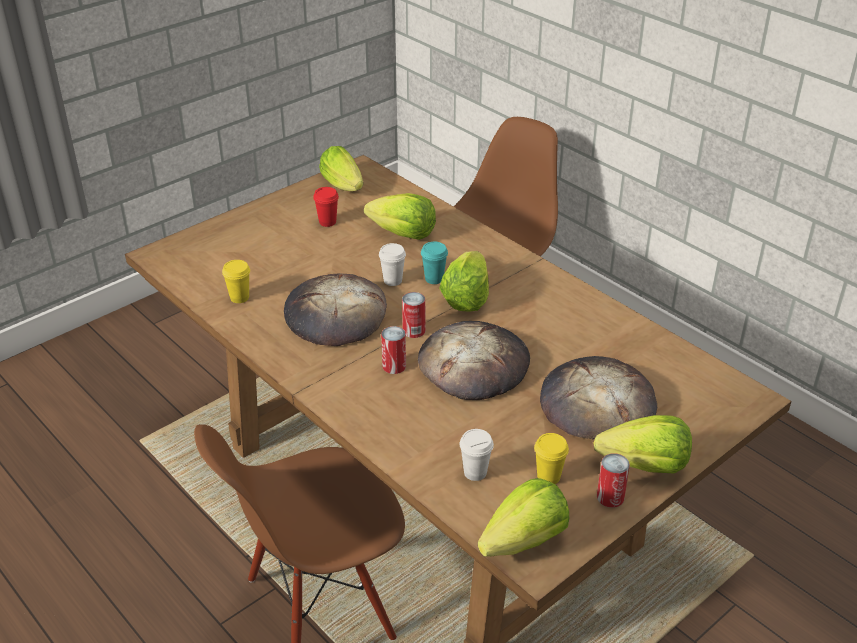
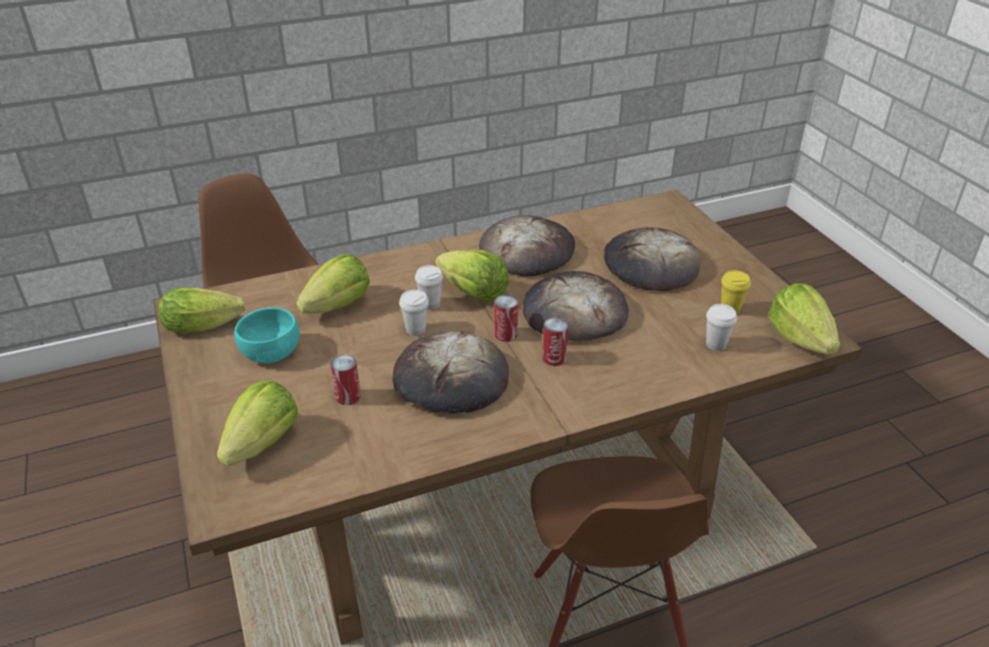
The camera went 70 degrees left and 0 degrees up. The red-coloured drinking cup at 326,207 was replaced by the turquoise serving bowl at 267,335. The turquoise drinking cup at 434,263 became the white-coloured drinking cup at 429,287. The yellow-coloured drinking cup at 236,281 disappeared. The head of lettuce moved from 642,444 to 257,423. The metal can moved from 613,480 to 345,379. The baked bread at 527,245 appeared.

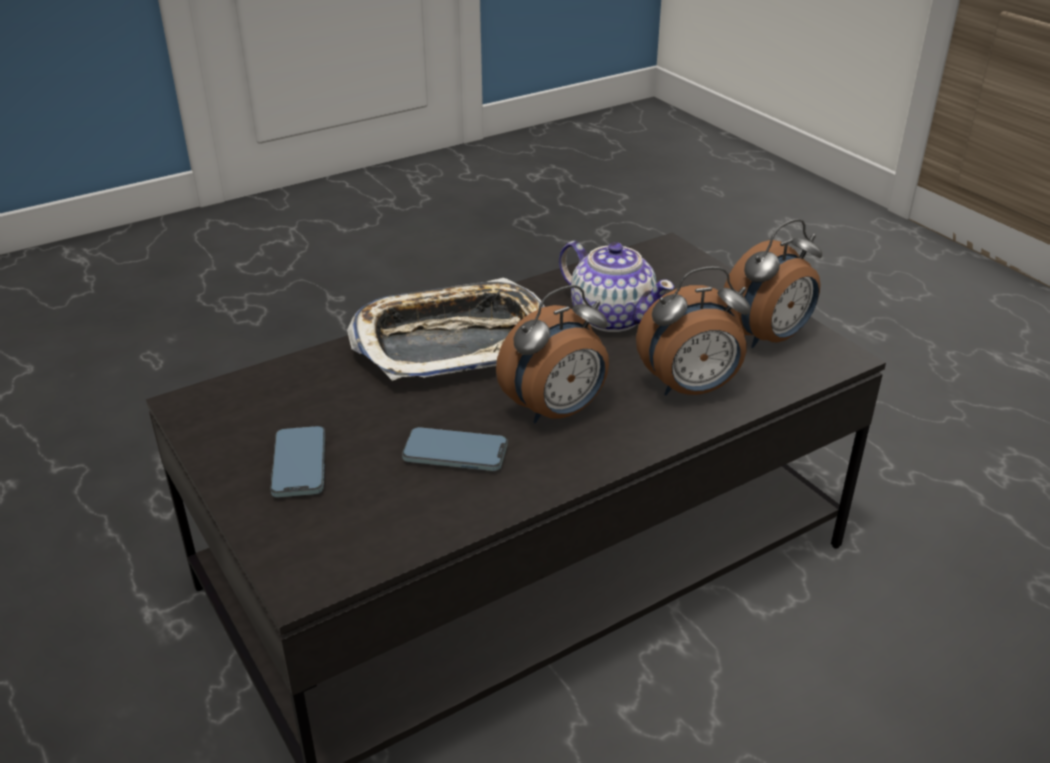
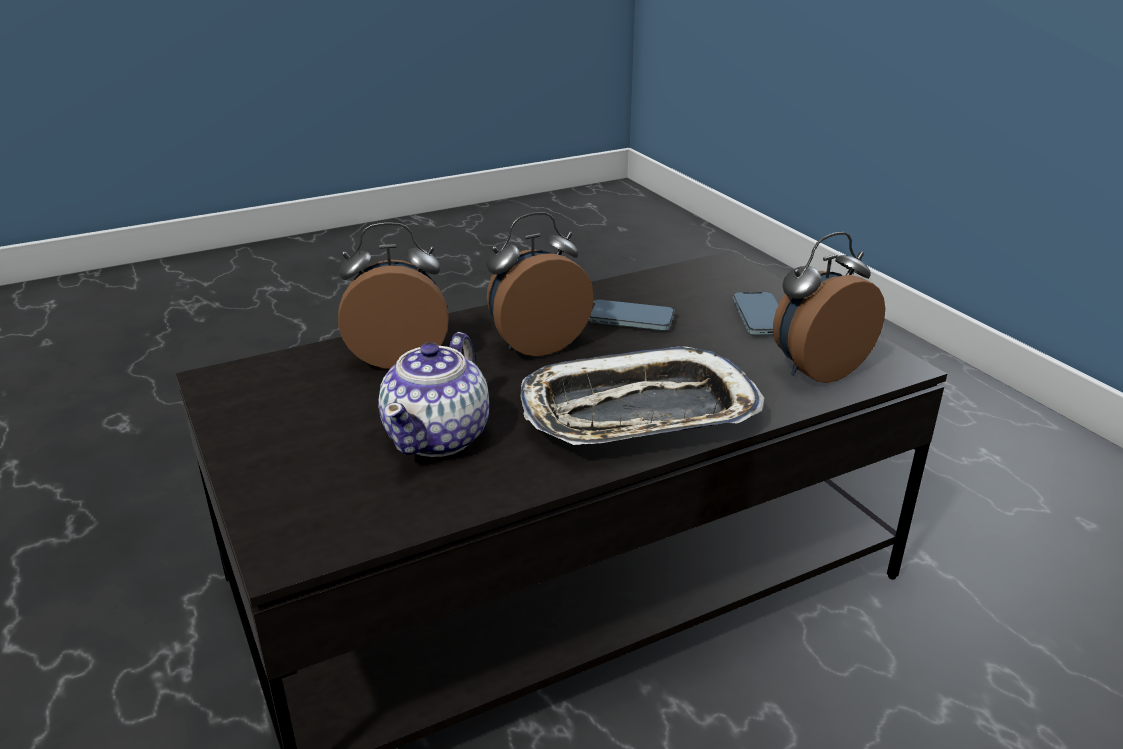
The camera went 175 degrees left and 5 degrees down. The alarm clock moved from 772,283 to 829,307. The pot for tea at 616,286 turned 120 degrees counterclockwise.

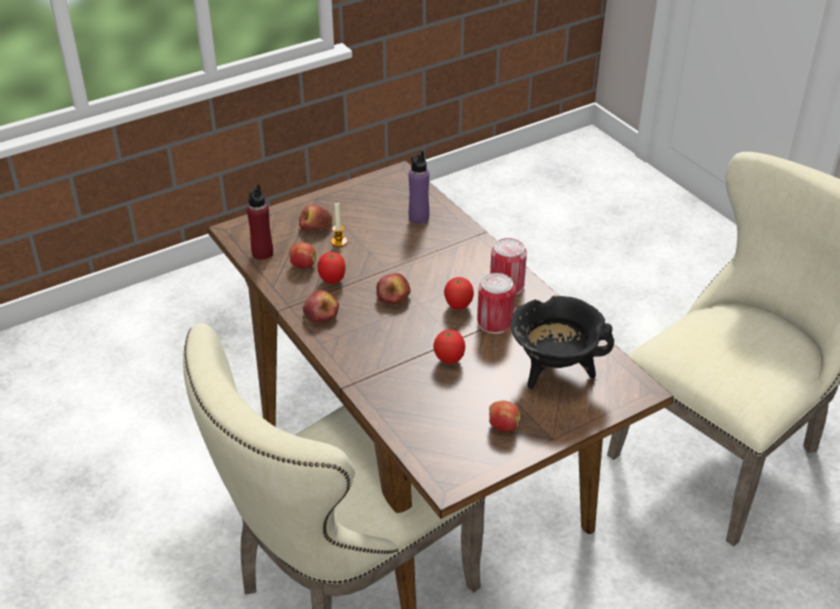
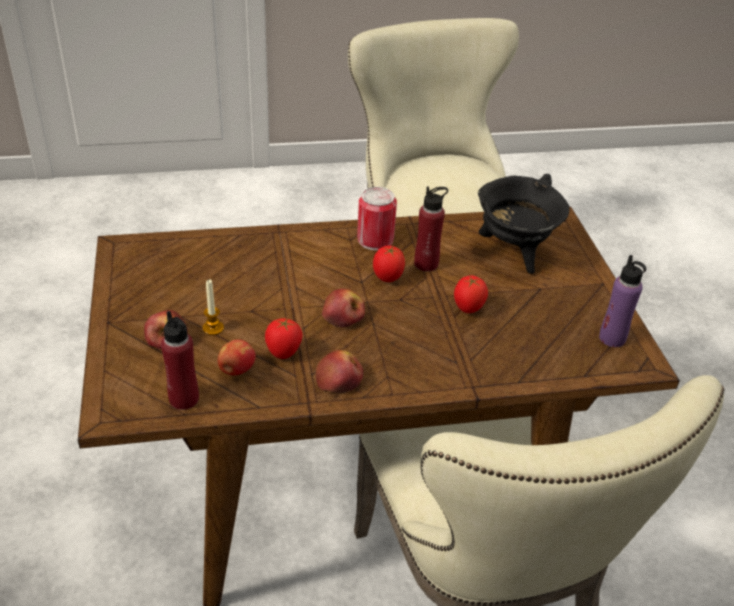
The camera went 70 degrees left and 0 degrees up. The purple beverage bottle moved from 419,187 to 622,301. The metal can at 496,303 was replaced by the red-coloured beverage bottle at 431,229. The whole apple at 504,416 disappeared.

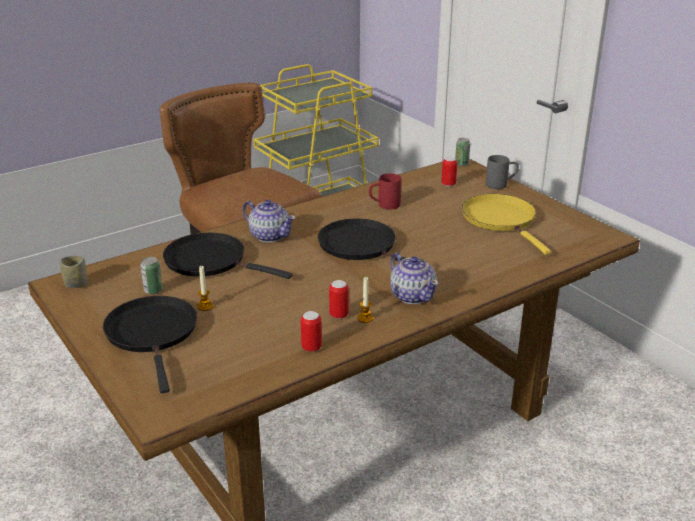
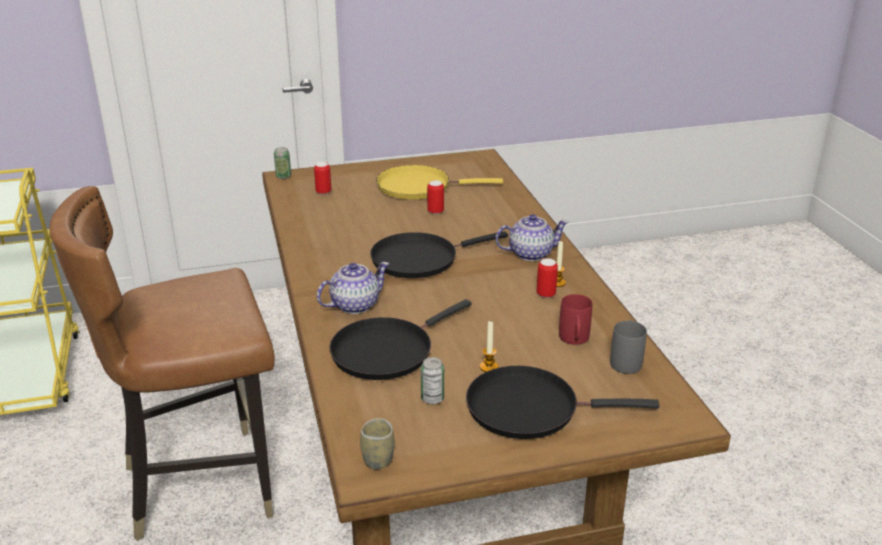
The camera went 70 degrees left and 0 degrees up. The grey tea mug moved from 502,172 to 628,347. The red-coloured tea mug moved from 385,191 to 576,319. The metal can moved from 311,331 to 435,197.

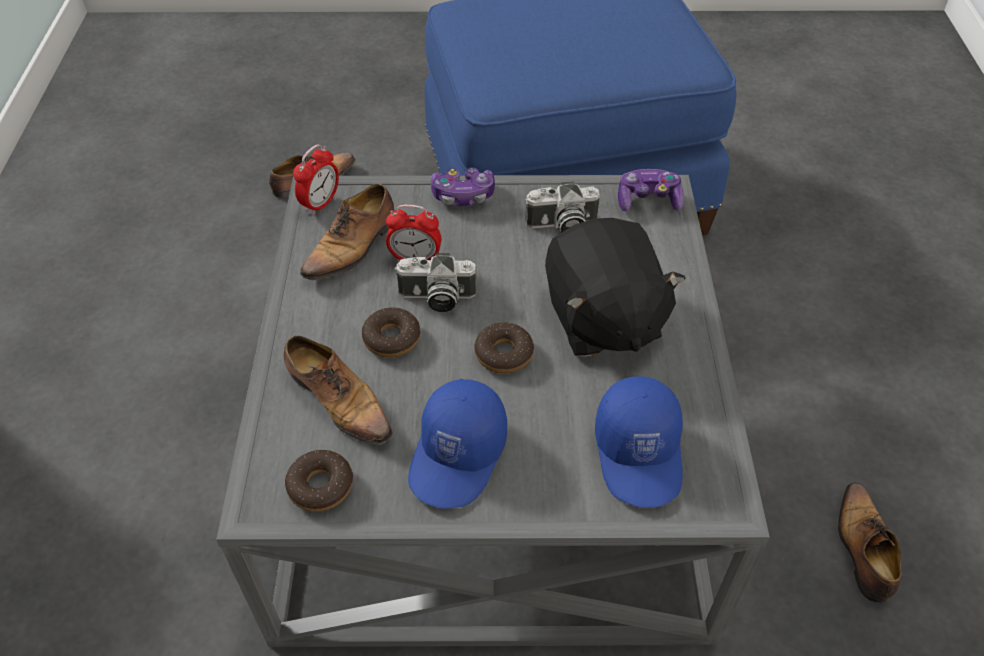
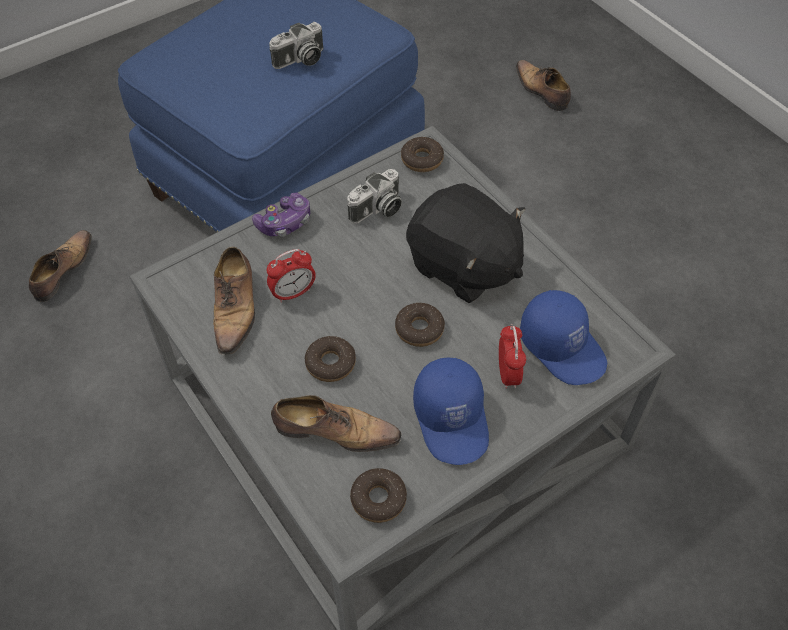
The camera went 35 degrees left and 5 degrees up. The alarm clock moved from 316,179 to 512,356. The game controller at 651,190 was replaced by the doughnut at 422,154. The photo camera moved from 435,282 to 296,45. The shoe moved from 870,543 to 543,85.

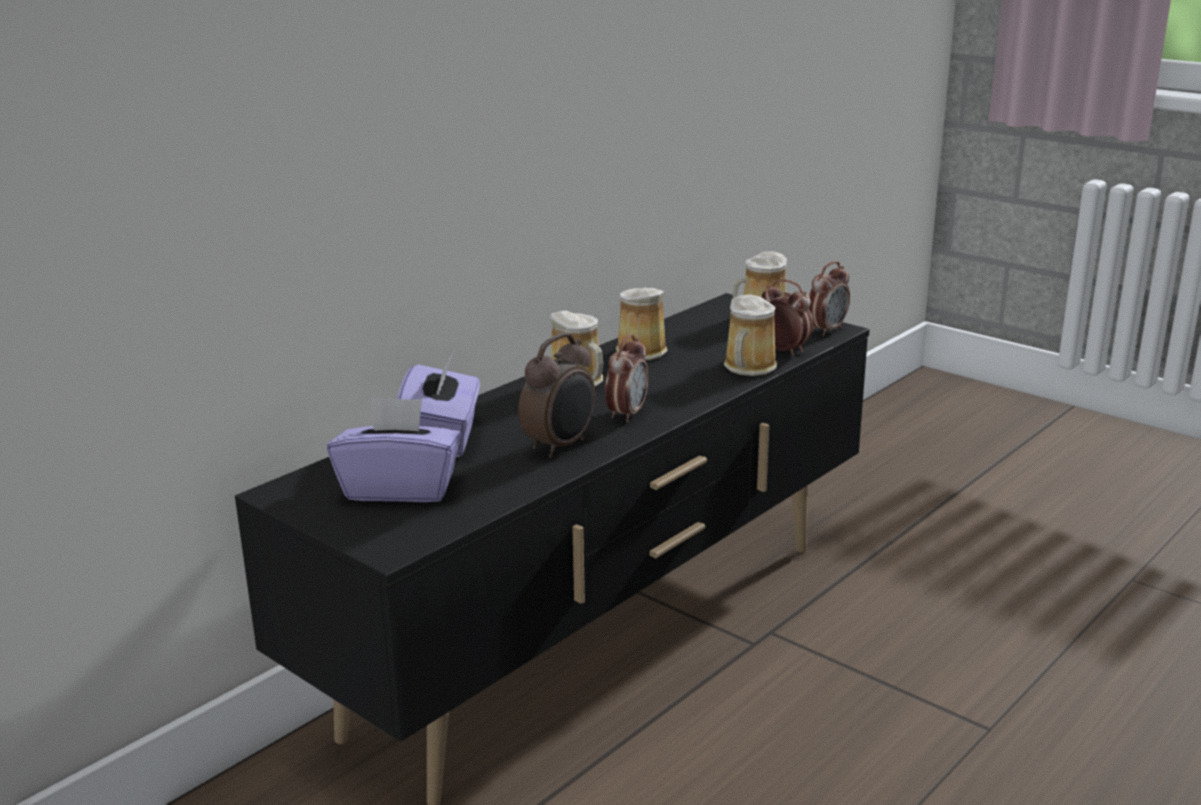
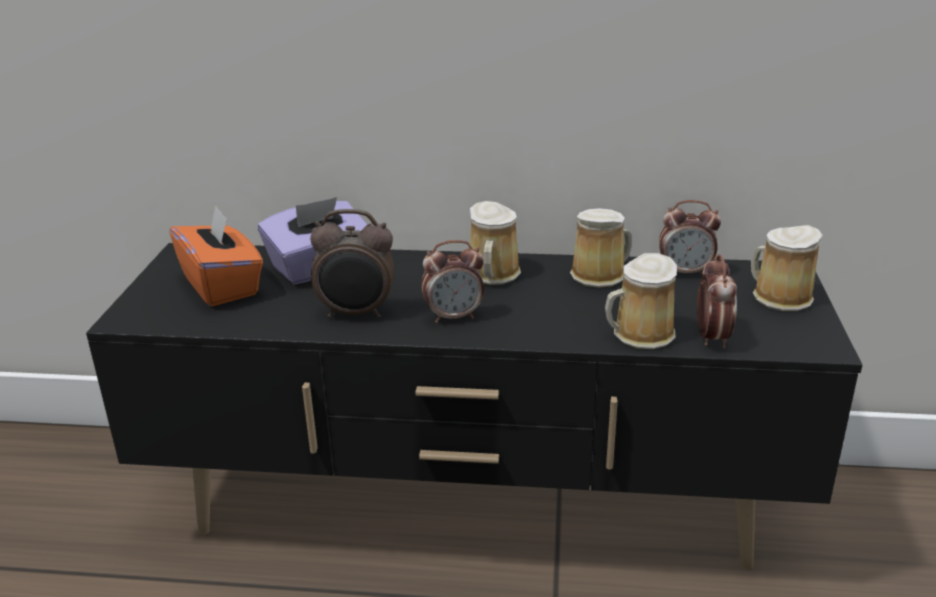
The camera went 55 degrees right and 5 degrees up. The alarm clock moved from 829,298 to 690,238. The purple tissue holder at 394,449 became the orange-coloured tissue holder at 216,255.

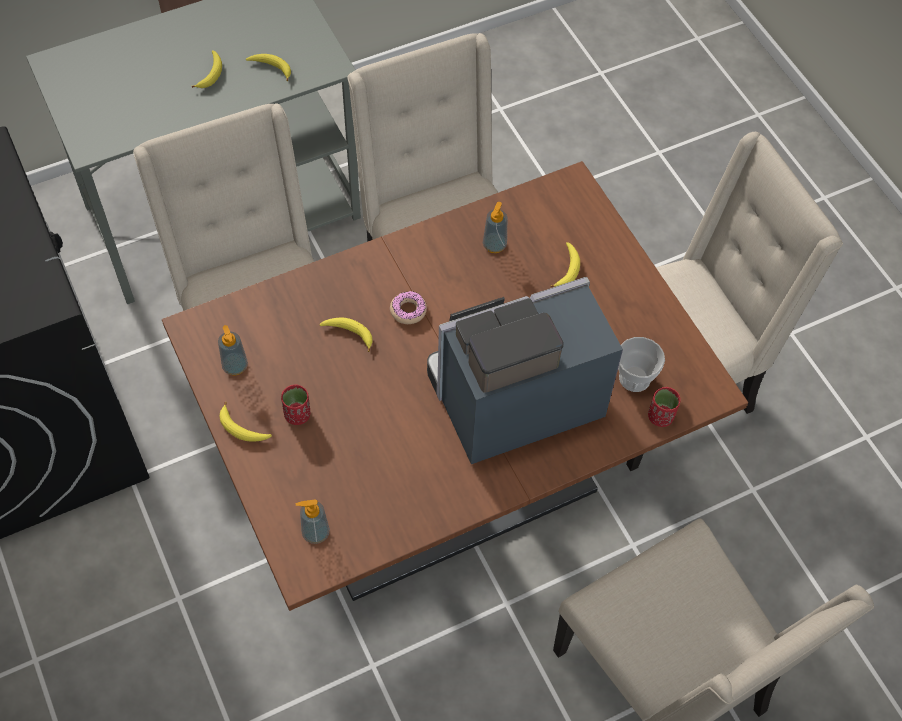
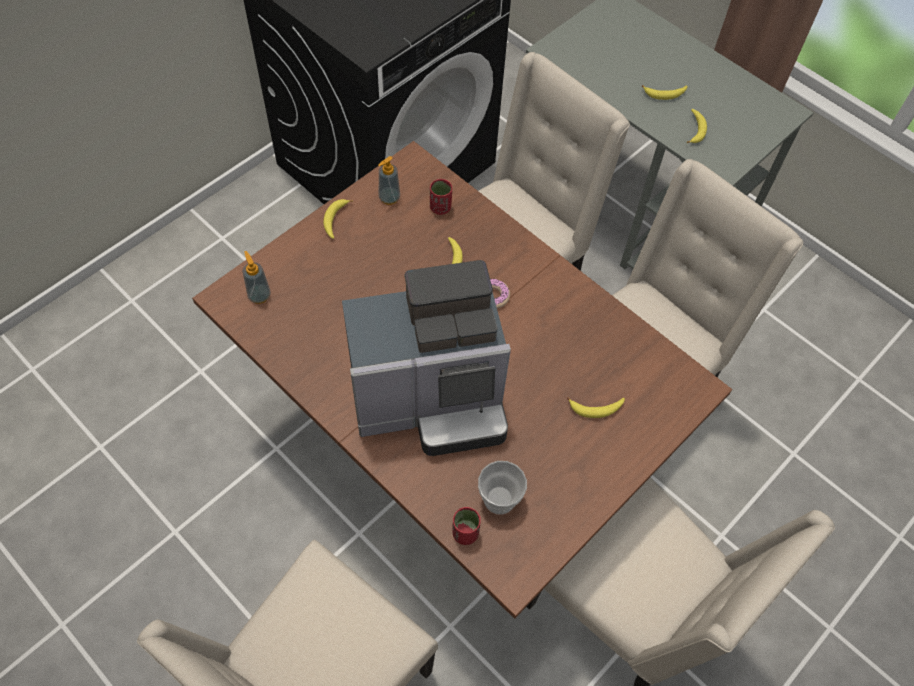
The camera went 70 degrees right and 0 degrees up. The soap dispenser at 495,227 disappeared. The coffee maker at 525,370 turned 120 degrees clockwise. The red-coloured drinking cup moved from 295,404 to 441,197.

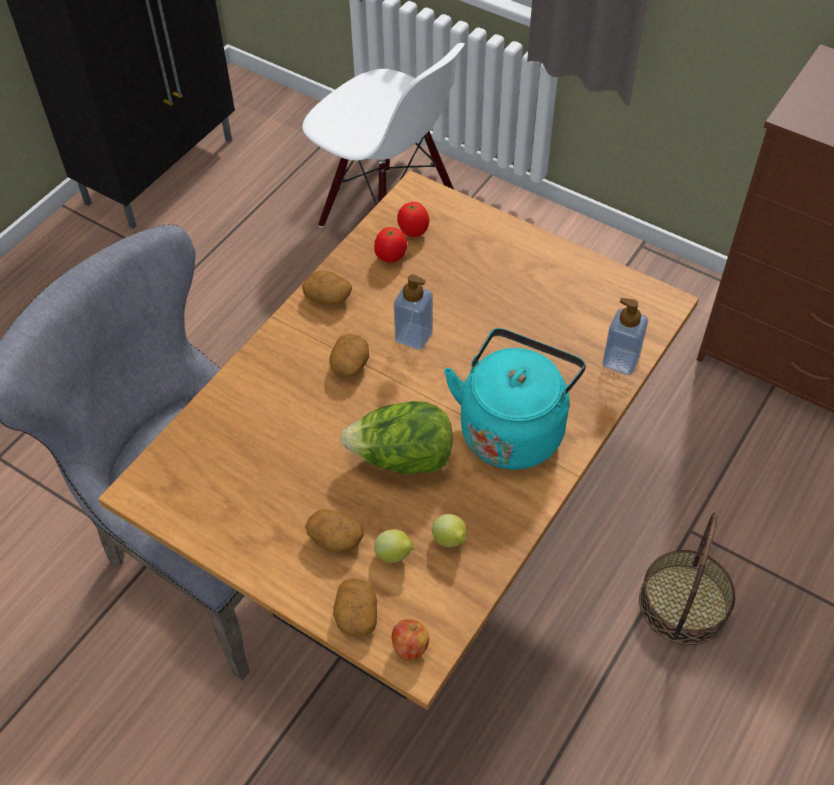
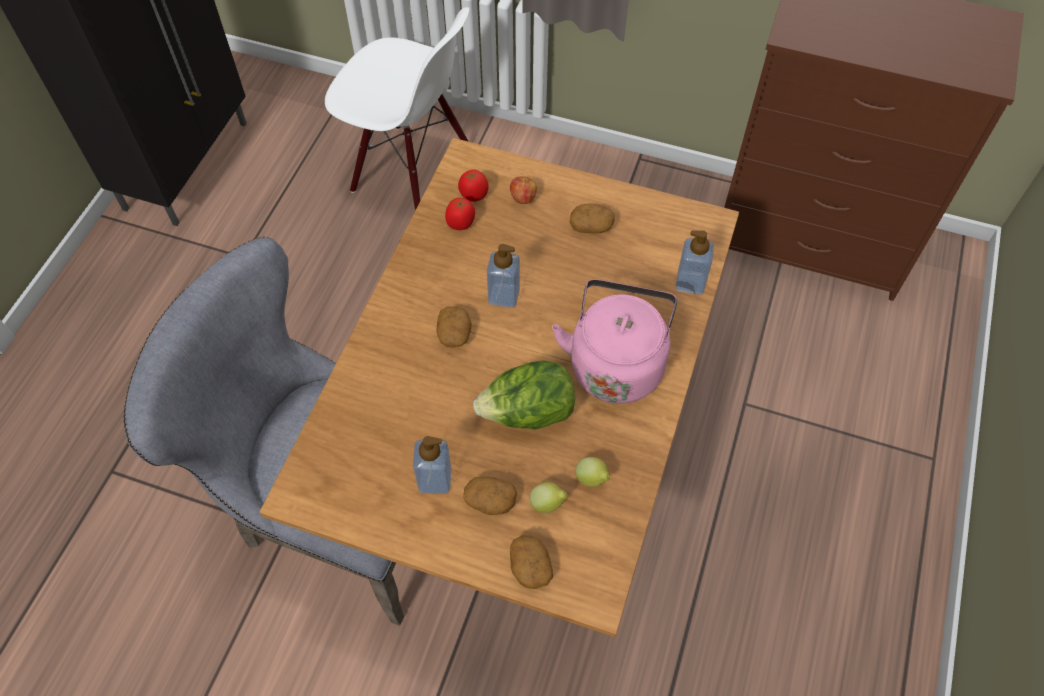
The camera went 15 degrees left and 5 degrees up. The whole potato moved from 327,288 to 592,218. The turquoise tea kettle at 515,399 became the pink tea kettle at 614,341. The storage basket at 687,578 disappeared. The whole apple moved from 410,640 to 523,190. The soap dispenser at 432,465 appeared.

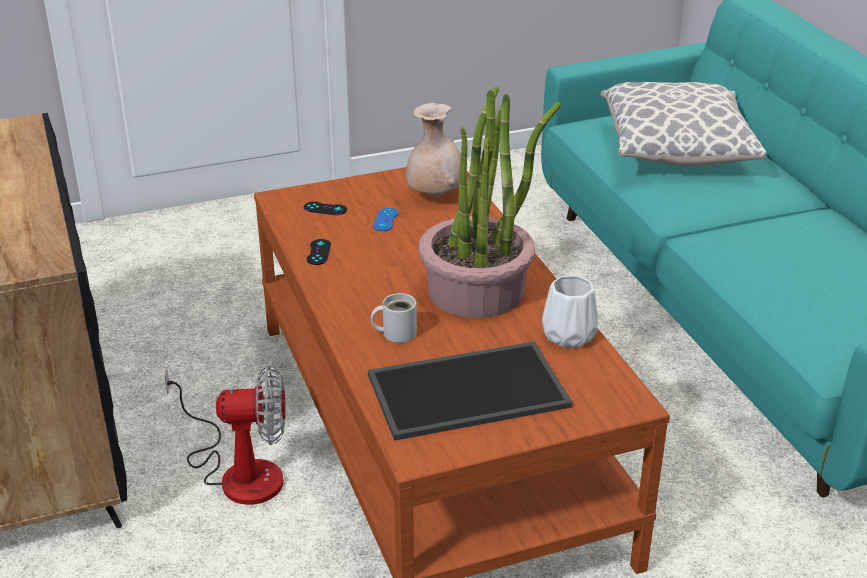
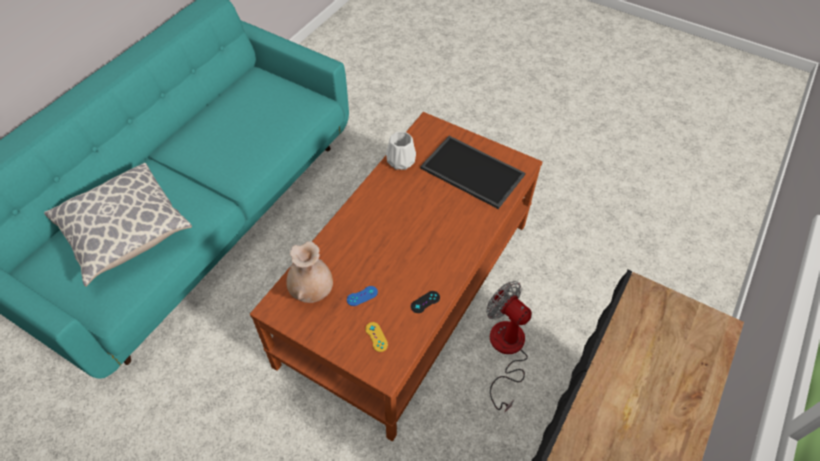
The camera went 130 degrees left and 20 degrees up. The plant in a pot at 489,202 disappeared. The black-coloured game controller at 325,208 became the yellow-coloured game controller at 376,337. The white-coloured tea mug at 394,318 disappeared.

